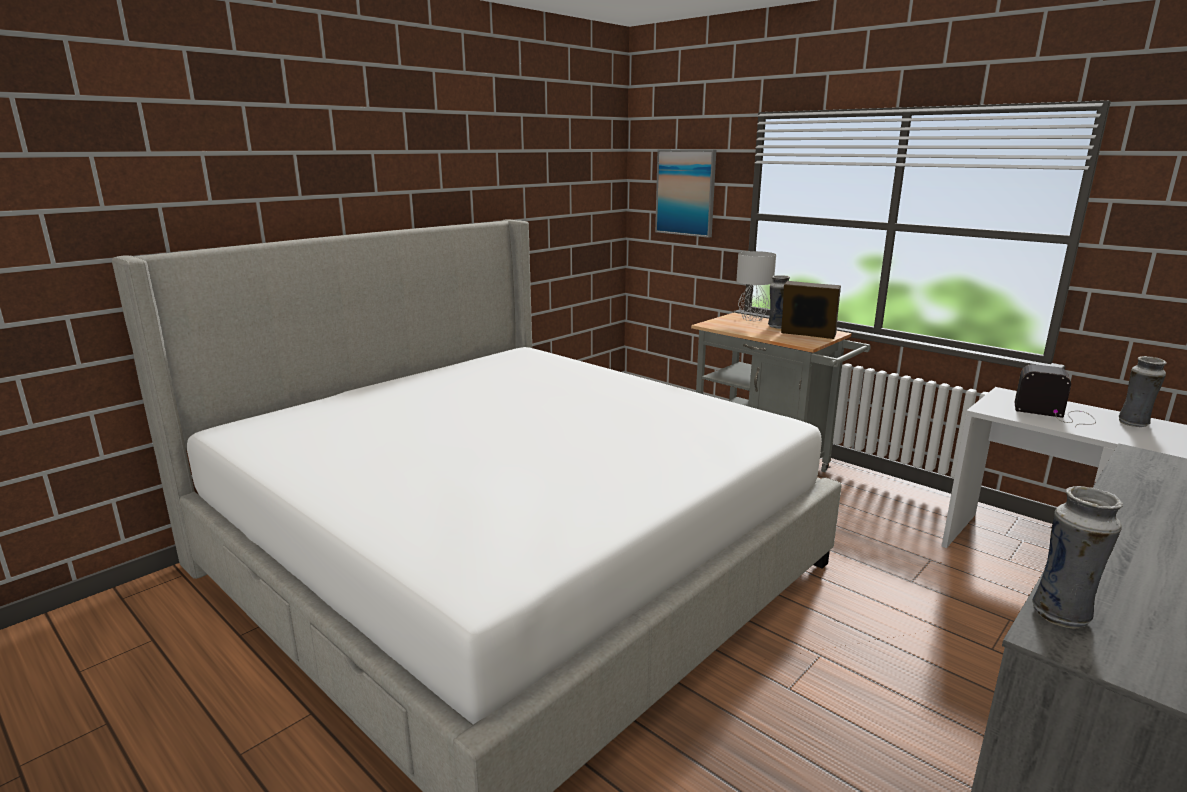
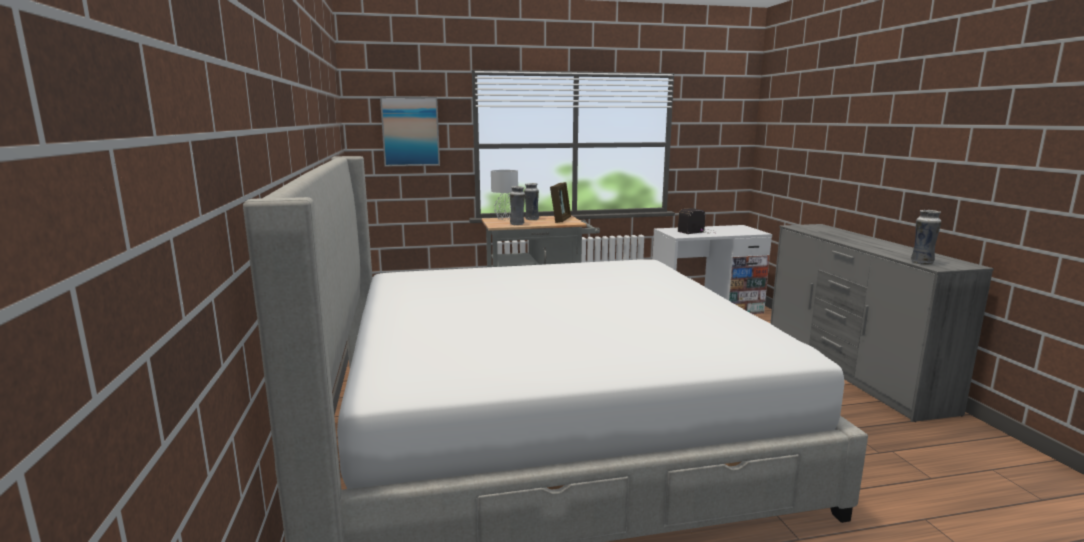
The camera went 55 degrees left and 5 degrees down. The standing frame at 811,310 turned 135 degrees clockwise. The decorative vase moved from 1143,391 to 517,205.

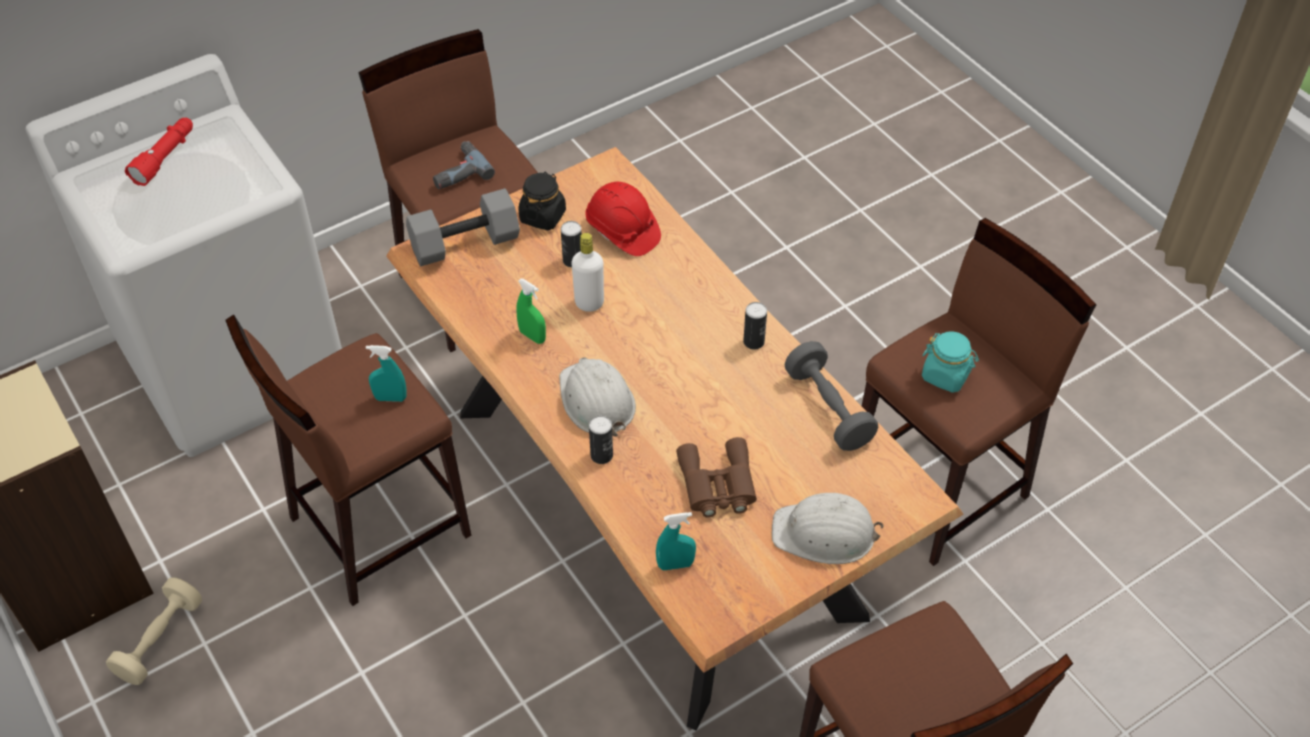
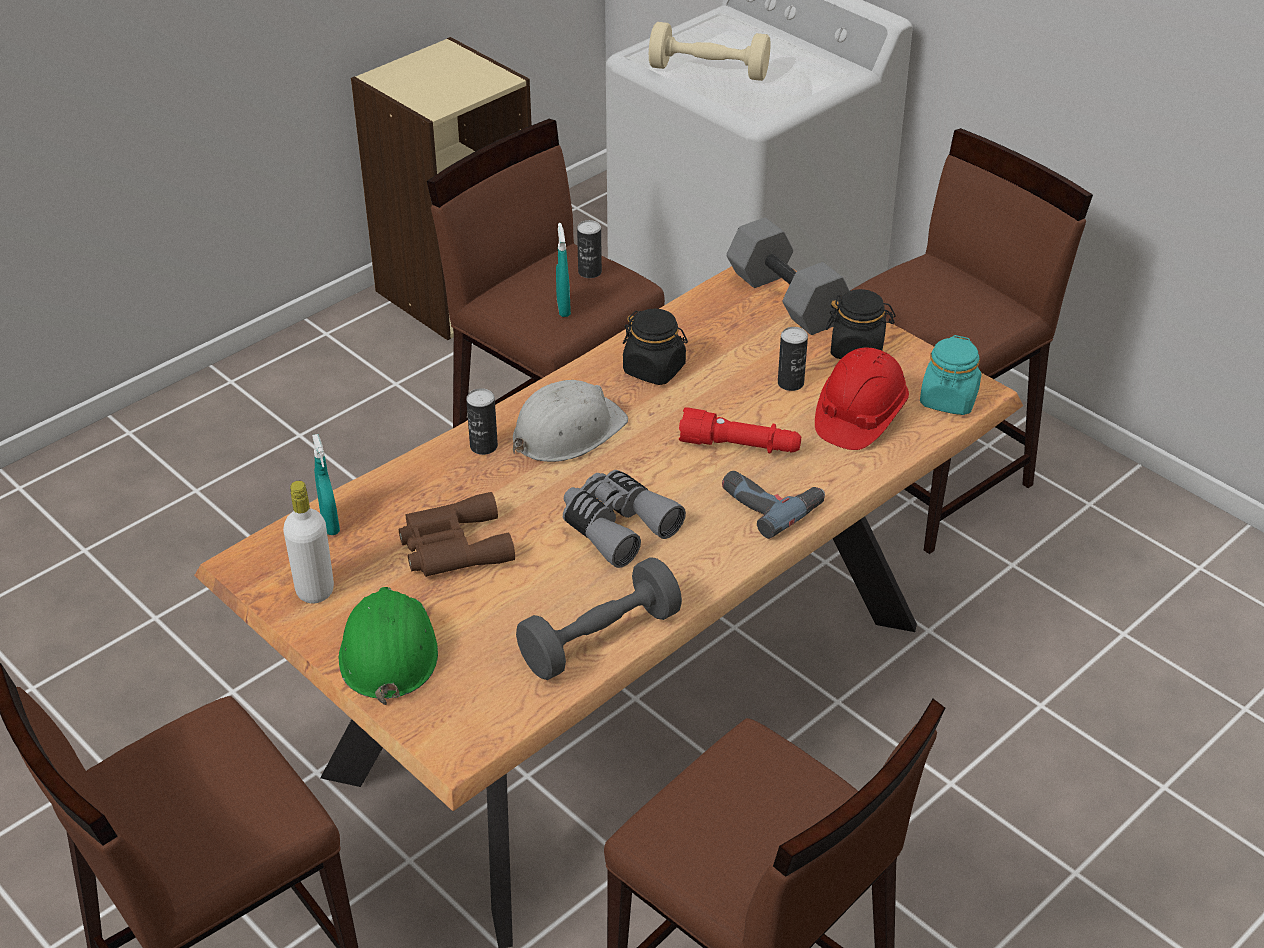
The camera went 80 degrees right and 10 degrees down. The red-coloured torch moved from 159,152 to 740,430. The drill moved from 464,165 to 773,505. The white-coloured beverage bottle moved from 588,272 to 308,542. The green spray bottle at 531,311 was replaced by the black-coloured jar at 655,347. The metal can moved from 755,325 to 589,249. The turquoise jar moved from 950,362 to 950,375. The white-coloured hard hat at 828,528 became the green hard hat at 388,646. The beige hand weight moved from 154,631 to 710,51. The grey field glasses at 624,519 appeared.

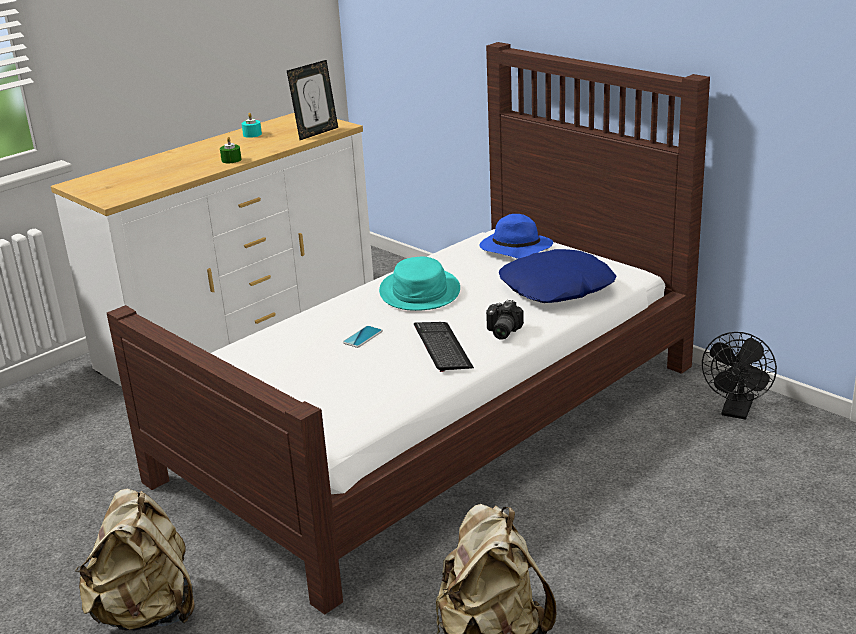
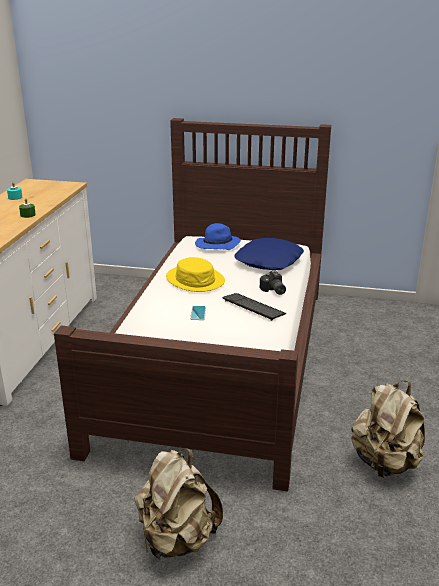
The camera went 35 degrees left and 0 degrees up. The standing frame at 312,100 disappeared. The turquoise clothing hat at 419,284 became the yellow-coloured clothing hat at 195,274. The black-coloured electric fan at 739,375 disappeared.

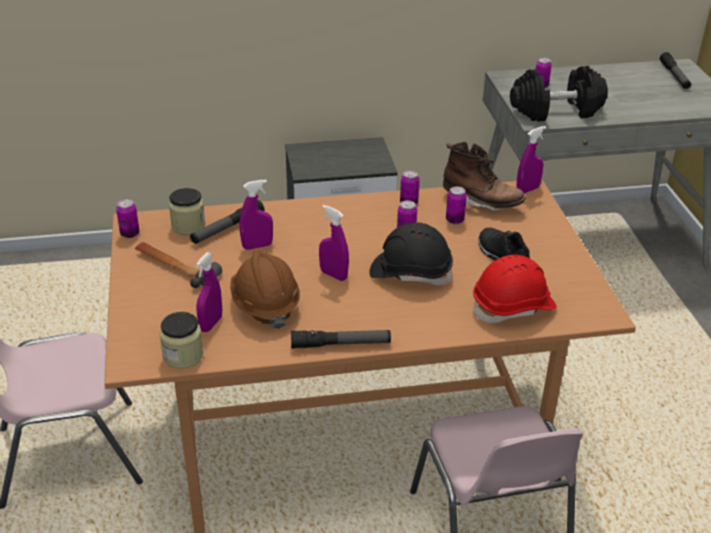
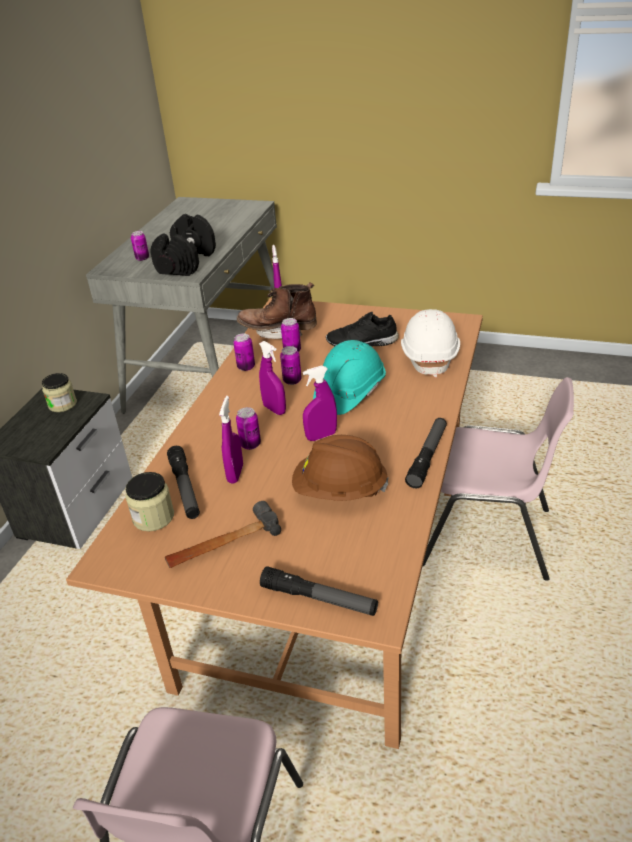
The camera went 60 degrees left and 0 degrees up. The torch moved from 675,70 to 319,591. The brownish boot at 484,176 turned 135 degrees counterclockwise. The metal can moved from 127,218 to 248,428. The black-coloured hard hat at 411,253 became the turquoise hard hat at 349,377. The purple spray bottle moved from 209,292 to 272,378. The red-coloured hard hat at 515,289 became the white-coloured hard hat at 430,343. The jar moved from 181,340 to 59,392.

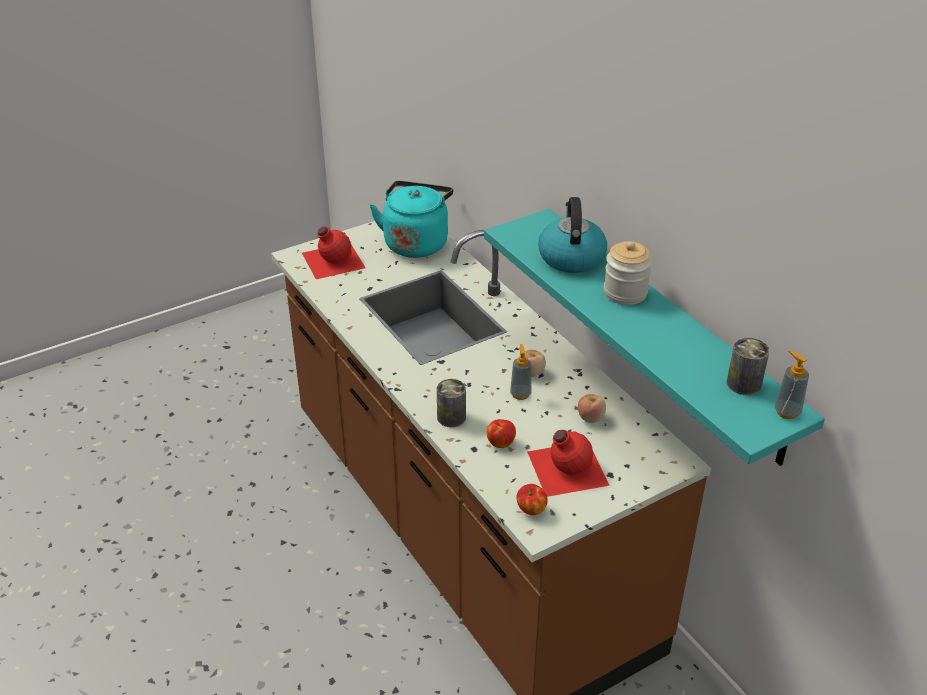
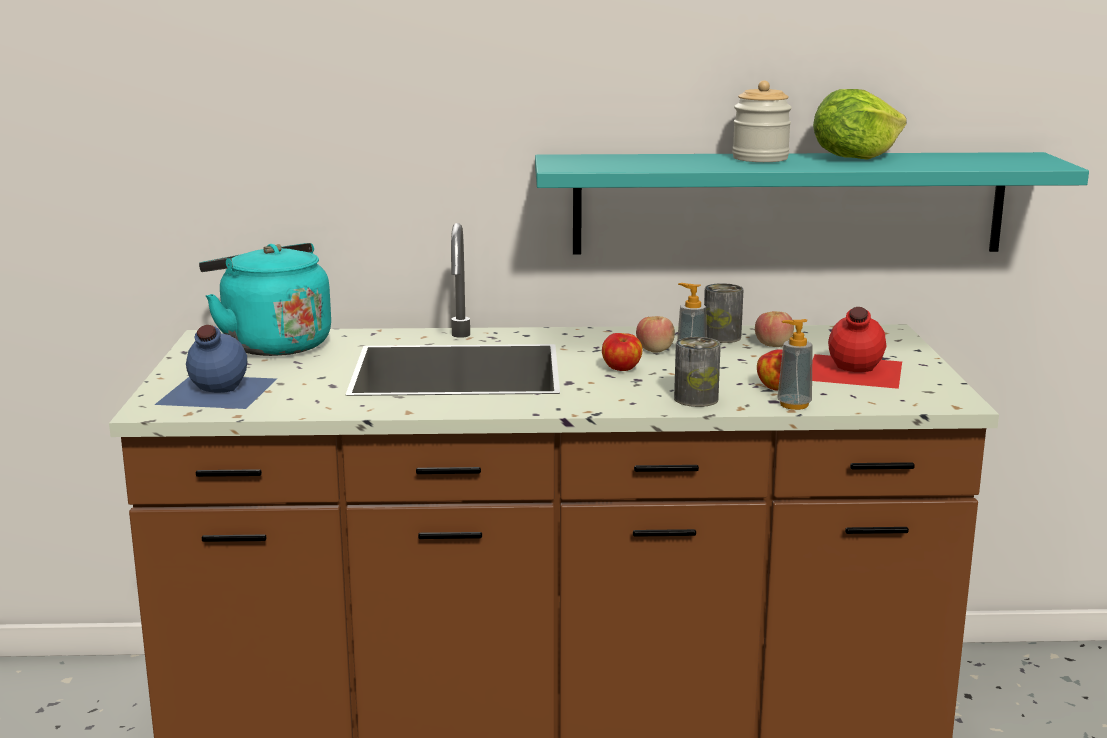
The camera went 60 degrees left and 20 degrees down. The tea kettle at 572,235 disappeared. The red-coloured beverage bottle at 334,253 became the bluish beverage bottle at 216,367. The metal can moved from 748,366 to 724,313. The soap dispenser moved from 792,384 to 795,364. The whole apple moved from 532,499 to 622,352. The head of lettuce at 860,124 appeared.

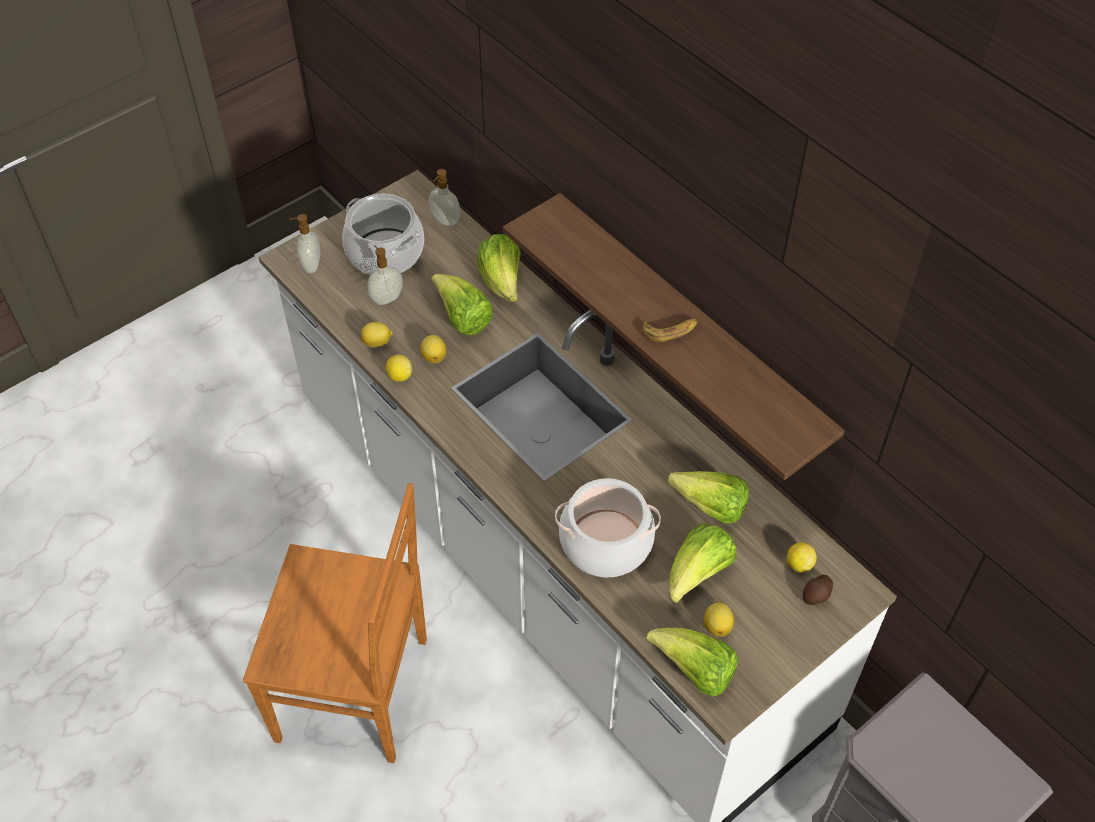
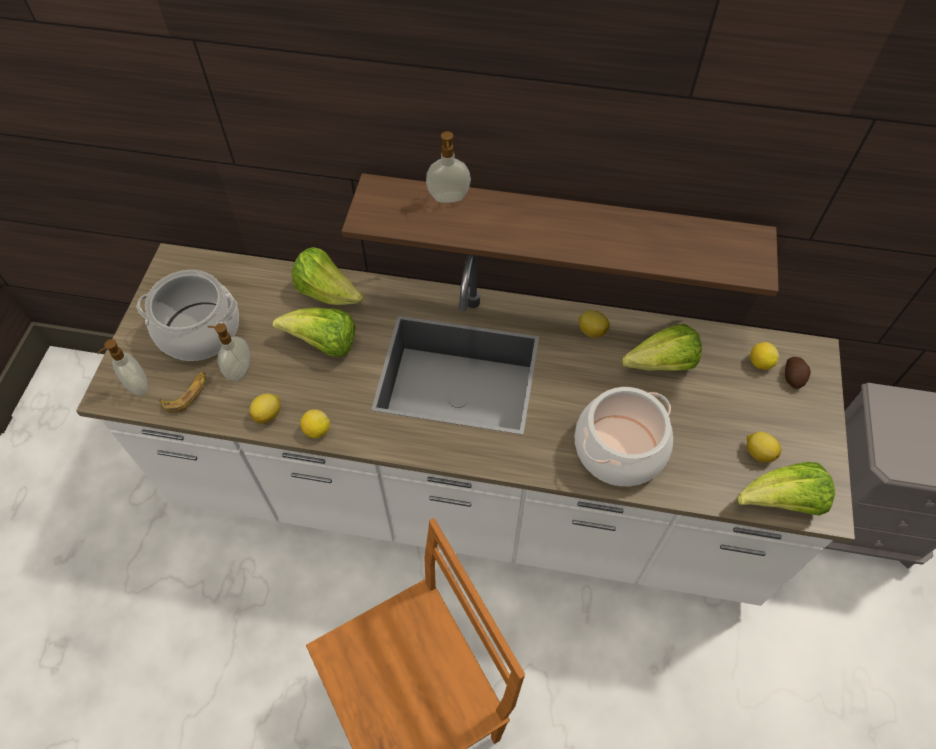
The camera went 40 degrees left and 5 degrees up. The soap dispenser moved from 444,197 to 448,167. The banana fruit moved from 670,330 to 182,392. The citrus fruit moved from 433,349 to 594,324. The head of lettuce at 703,563 disappeared.

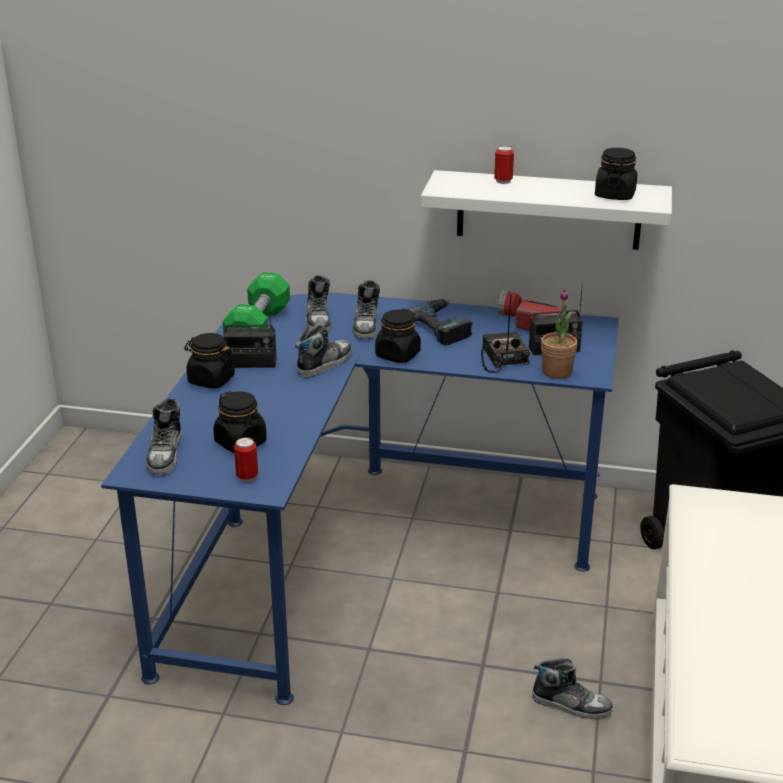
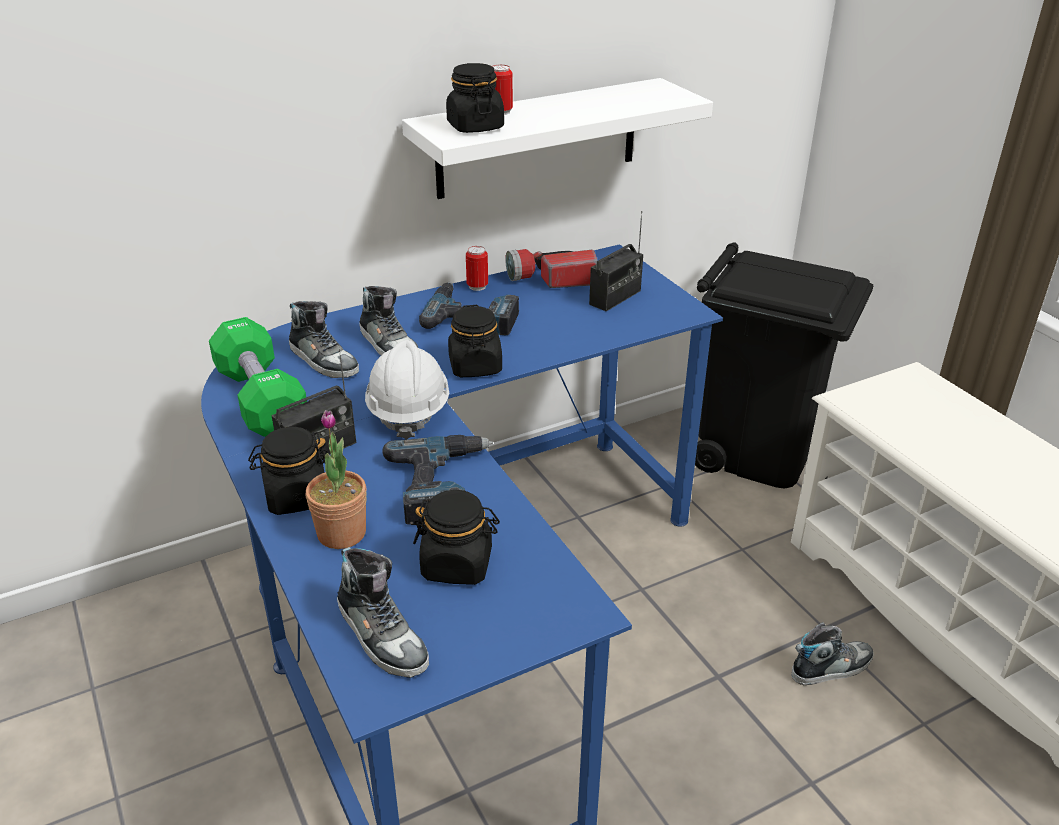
The camera went 40 degrees left and 5 degrees up. The black-coloured jar moved from 616,174 to 475,98. The plant in a pot moved from 559,334 to 336,479. The radio at 505,335 disappeared. The shoe at 323,351 was replaced by the white-coloured hard hat at 407,390. The metal can moved from 246,459 to 477,268. The drill at 437,480 appeared.

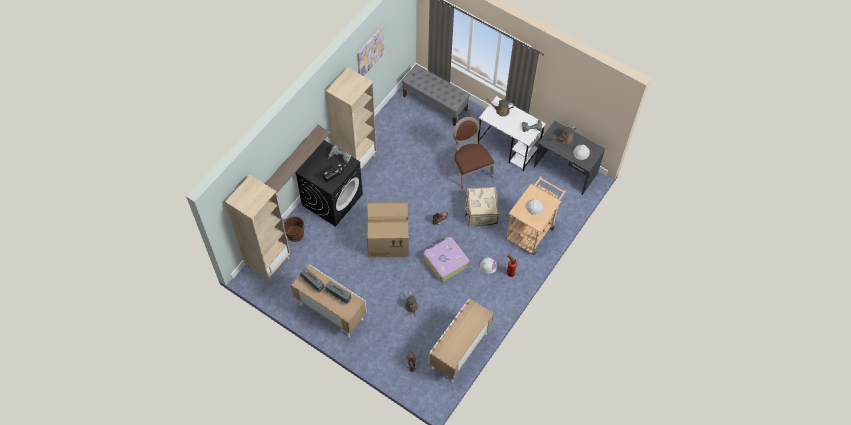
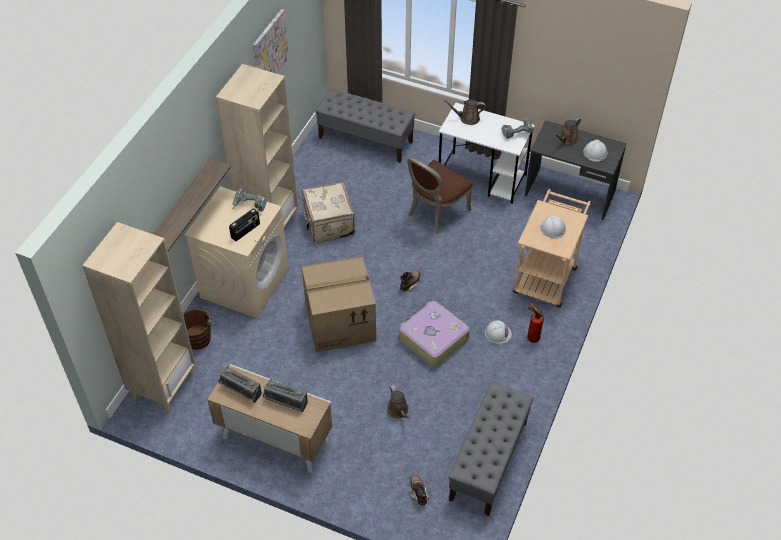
The camera went 10 degrees left and 10 degrees down. The brownish chair at 473,153 turned 105 degrees counterclockwise. The black-coloured laundry appliance at 329,183 became the beige laundry appliance at 236,252. The beige piece of luggage moved from 482,206 to 328,212. The cabinet at 461,340 was replaced by the grey long seat at 491,449.

